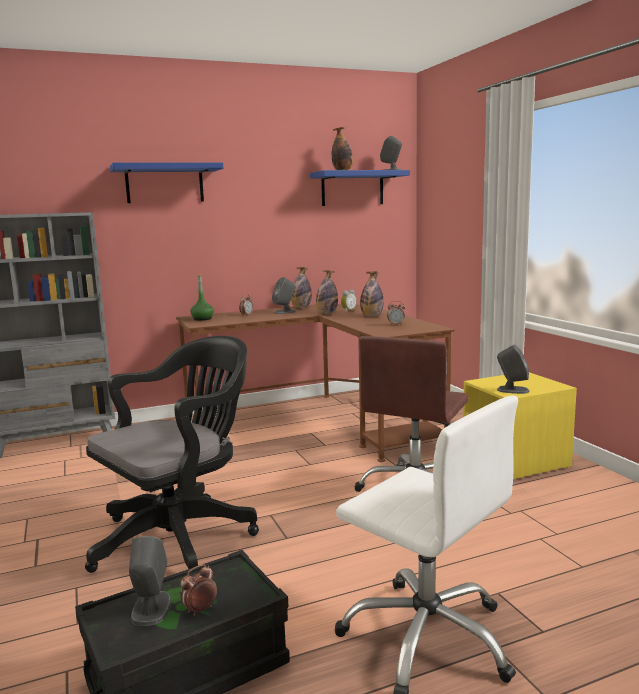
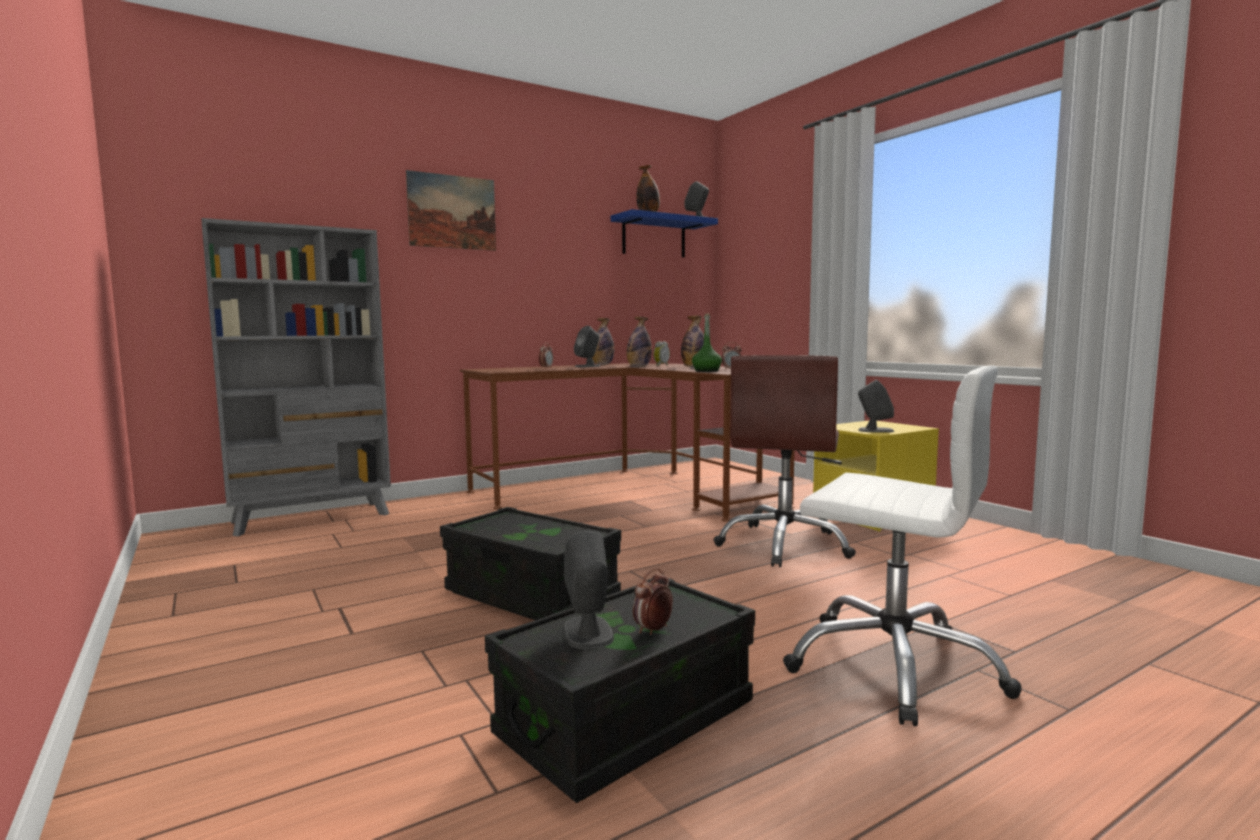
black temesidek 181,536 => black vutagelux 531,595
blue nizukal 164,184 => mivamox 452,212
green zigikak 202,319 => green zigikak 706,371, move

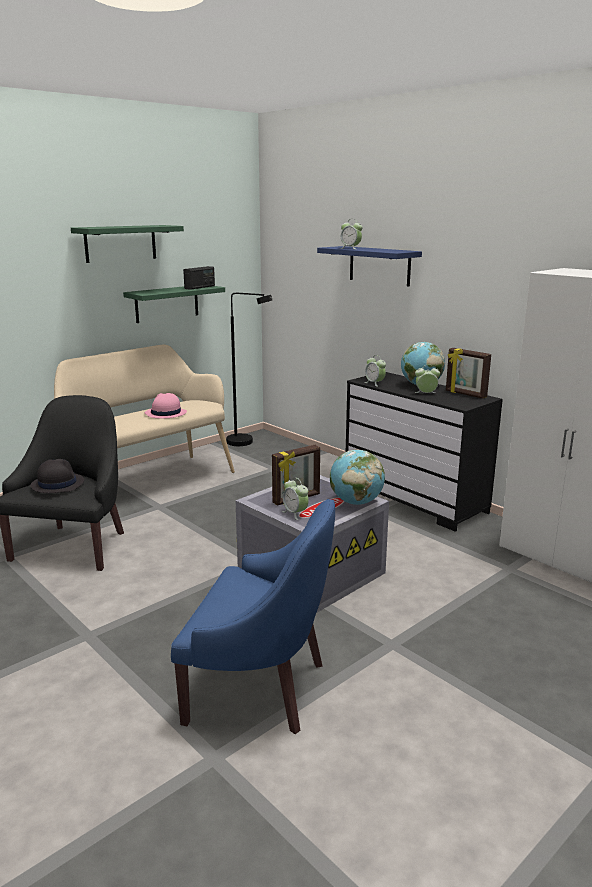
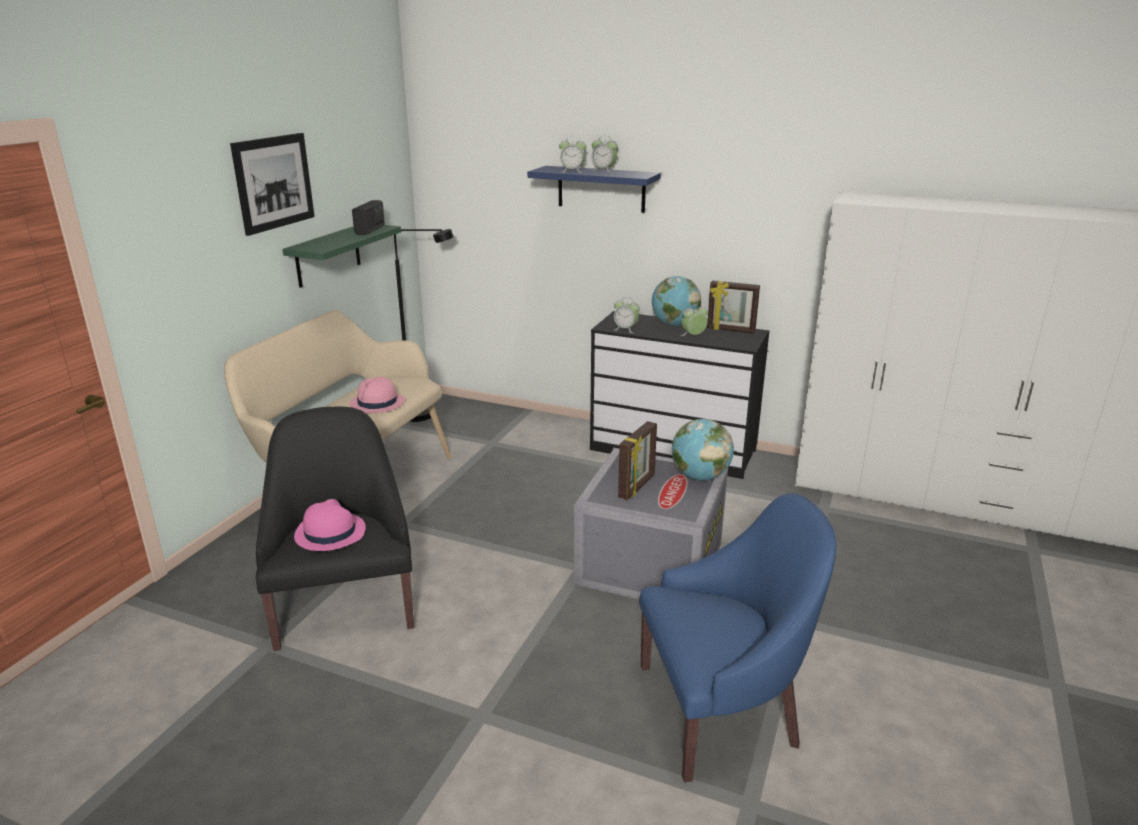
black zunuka 57,484 => pink zunuka 329,533
green nizukal 120,243 => mivamox 274,182
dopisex 295,513 => dopisex 604,170, move

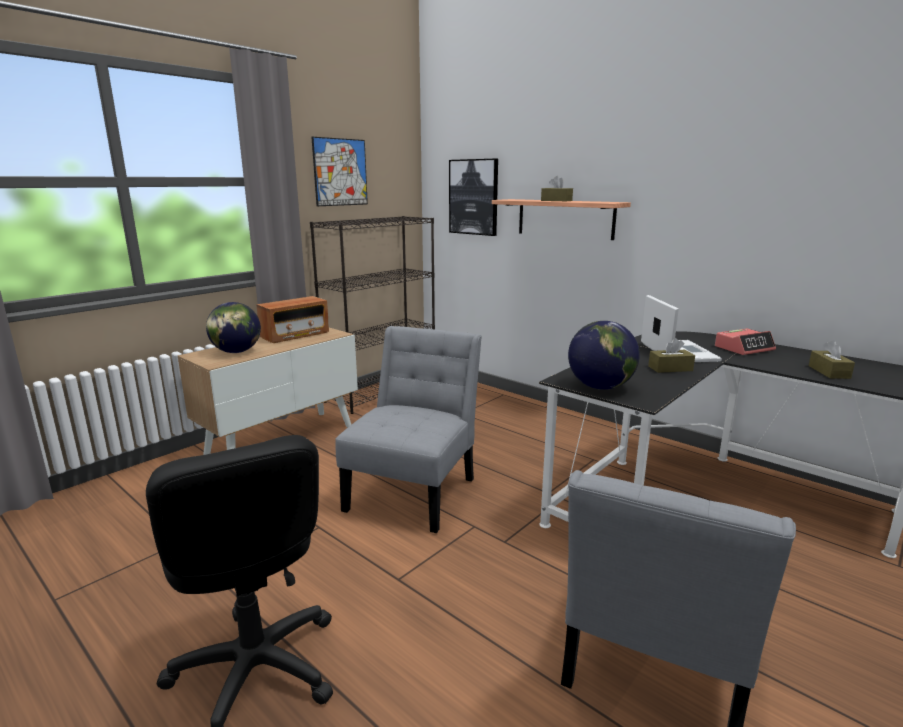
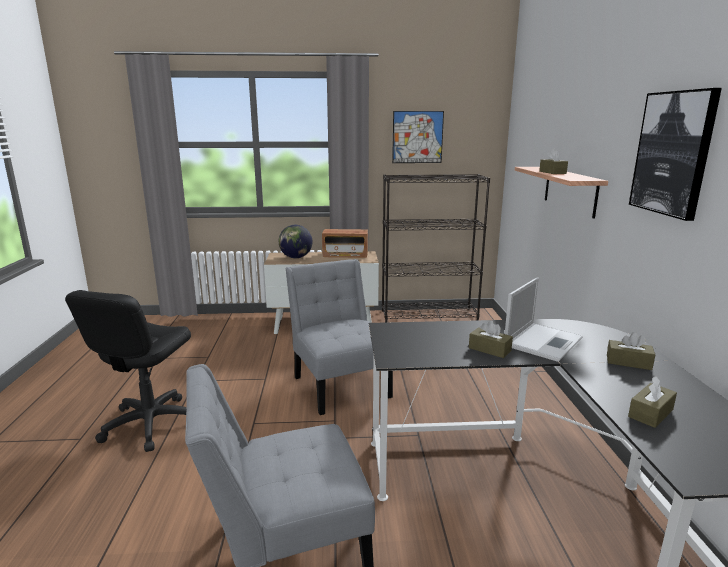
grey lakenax 414,490 => grey lakenax 340,384, 90 degrees counterclockwise
mivamox 474,197 => mivamox 673,153, move
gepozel 600,387 => nothing
dopisex 744,348 => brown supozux 628,362

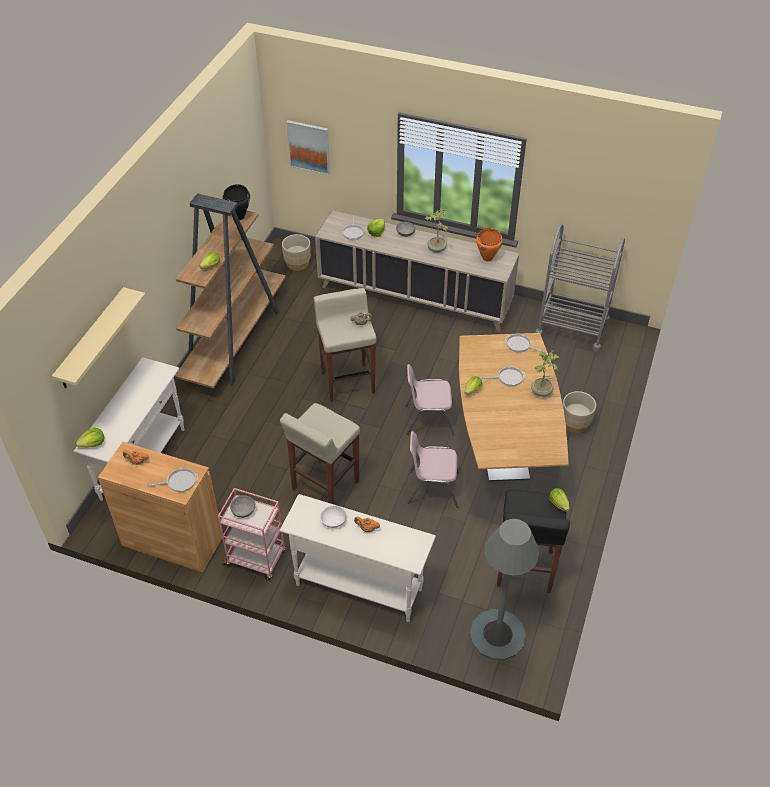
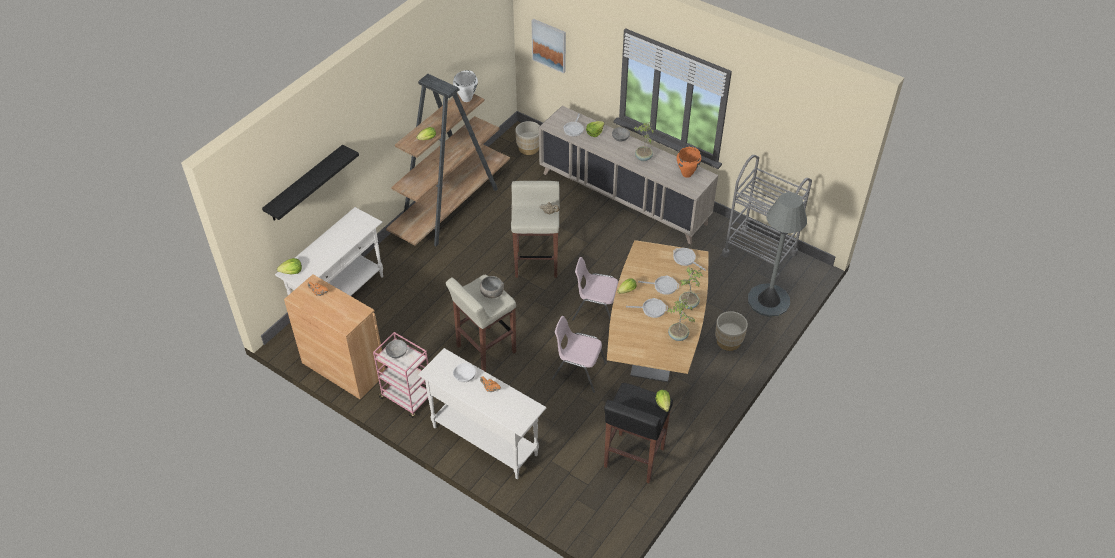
beige nizukal 91,339 => black nizukal 305,184
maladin 179,482 => maladin 651,309, move
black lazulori 239,216 => white lazulori 466,99
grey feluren 497,635 => grey feluren 768,300, move
nothing => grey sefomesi 492,293
nothing => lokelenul 678,336

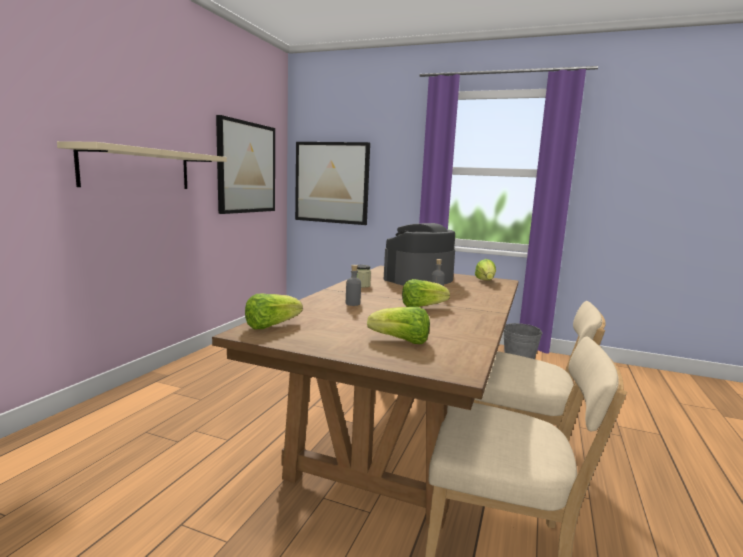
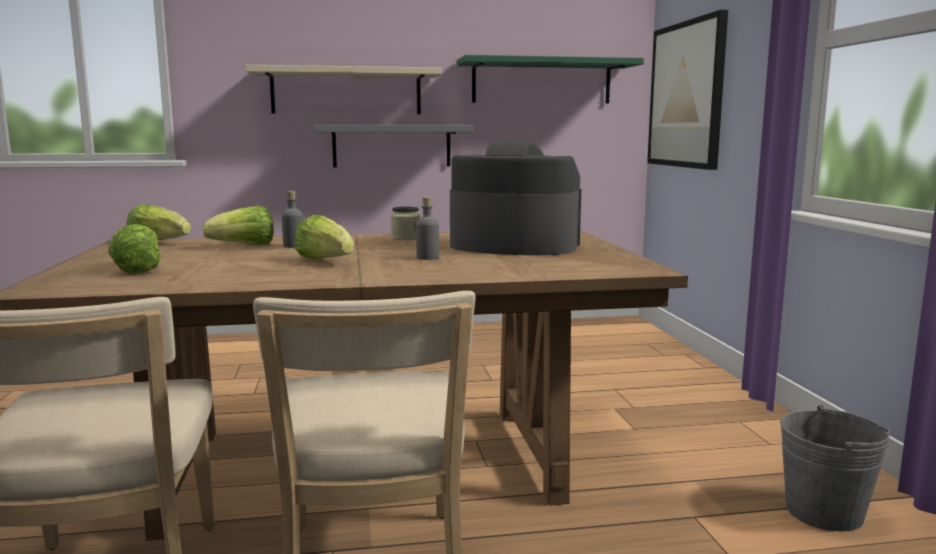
mivamox 246,167 => green nizukal 541,82
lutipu 485,281 => lutipu 244,246, move
nothing => grey nizukal 392,146

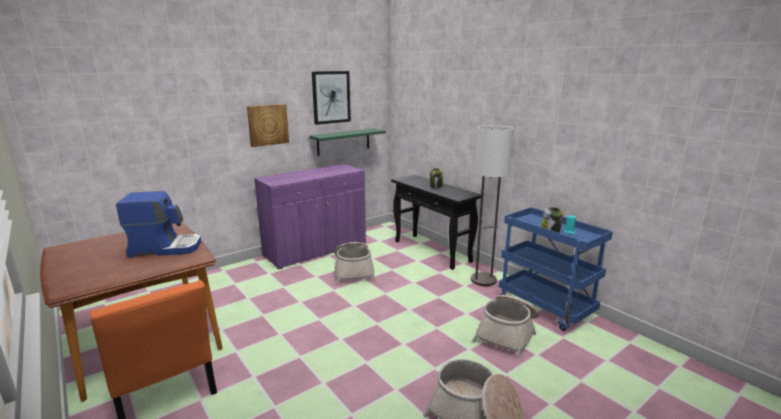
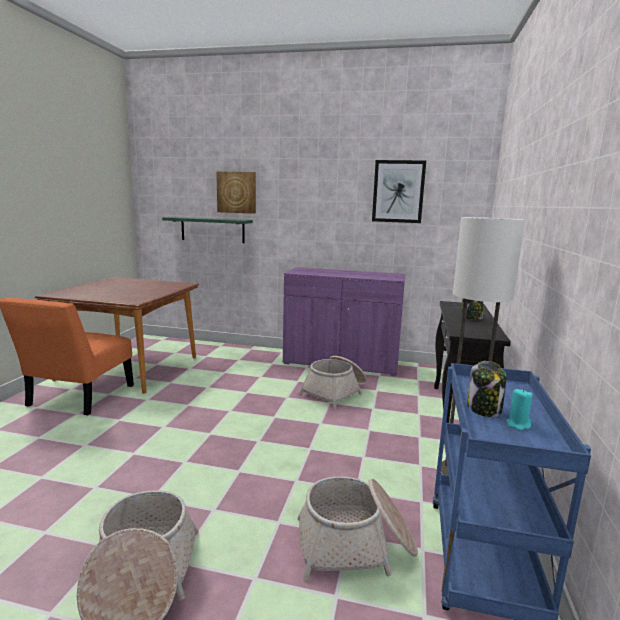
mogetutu 166,248 => nothing
mivamox 268,125 => mivamox 236,192, move
green nizukal 343,141 => green nizukal 212,229, move

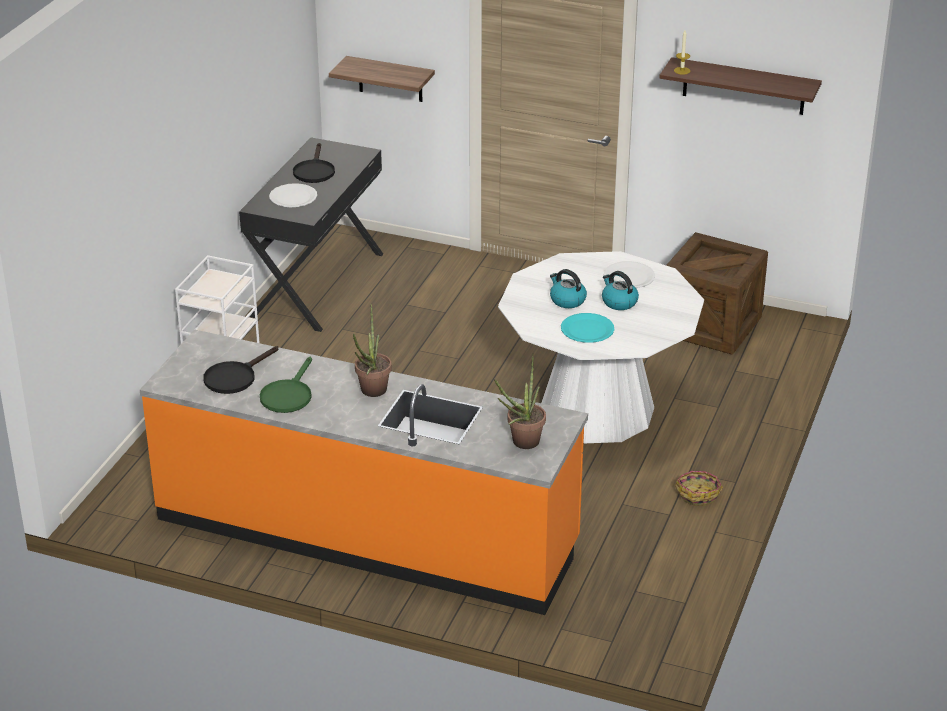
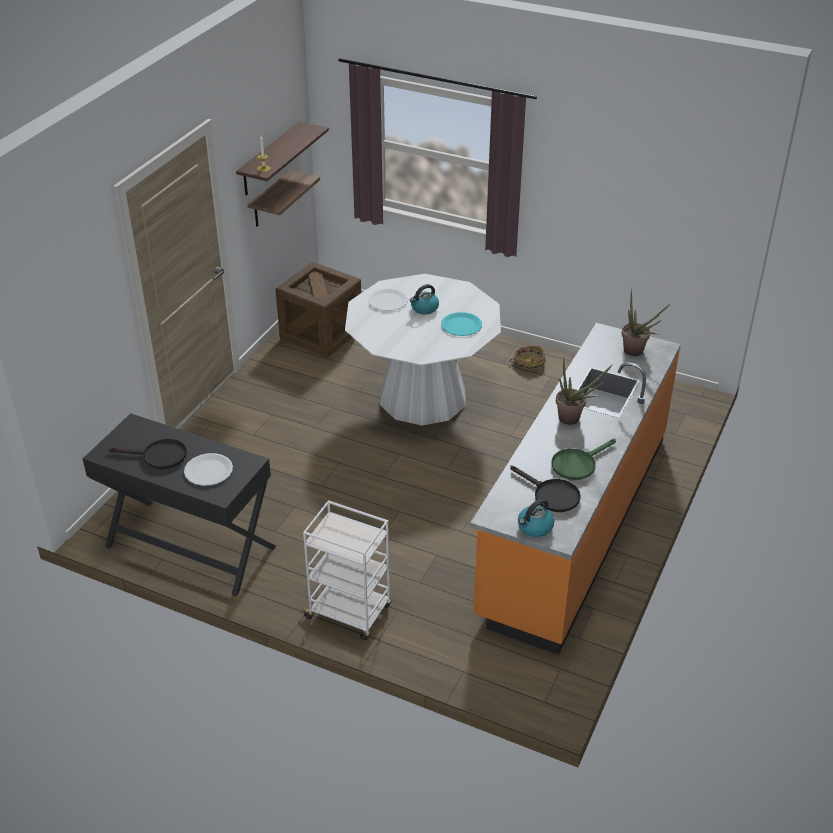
green maladin 288,395 => green maladin 577,464, 120 degrees clockwise
nizukal 390,79 => nizukal 269,200, move
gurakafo 567,300 => gurakafo 534,527, move

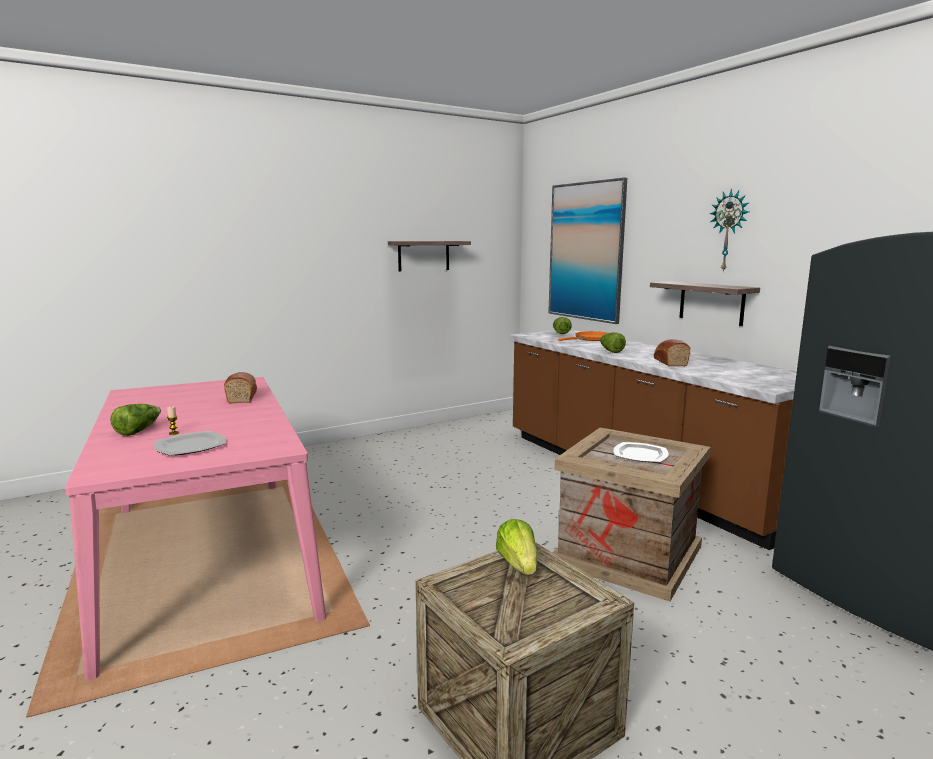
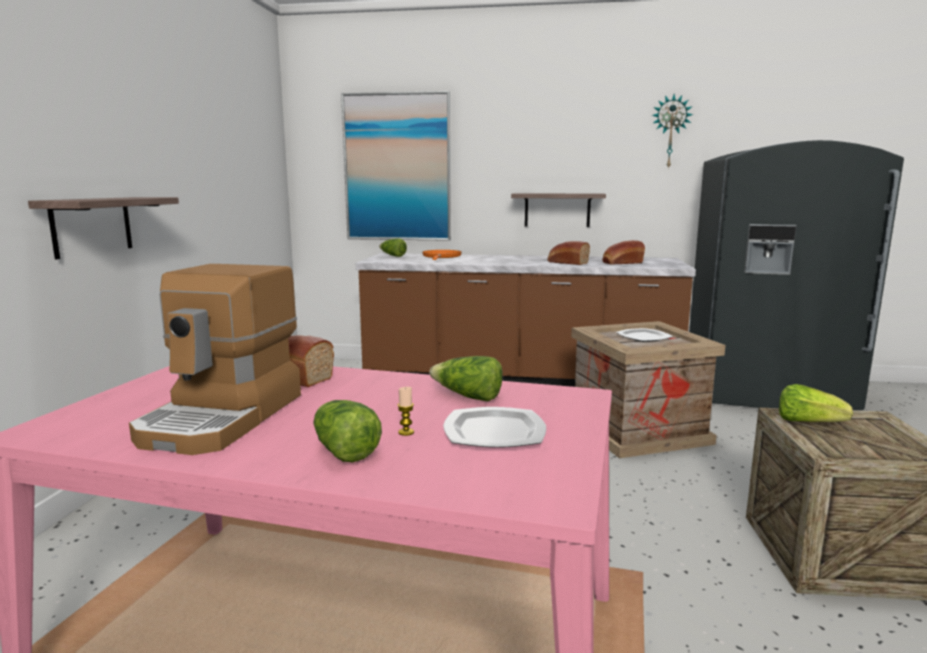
nizukal 423,255 => nizukal 92,226, move
lutipu 610,351 => lutipu 468,397, move
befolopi 729,231 => befolopi 670,132, move
nothing => mogetutu 224,417
nothing => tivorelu 621,263

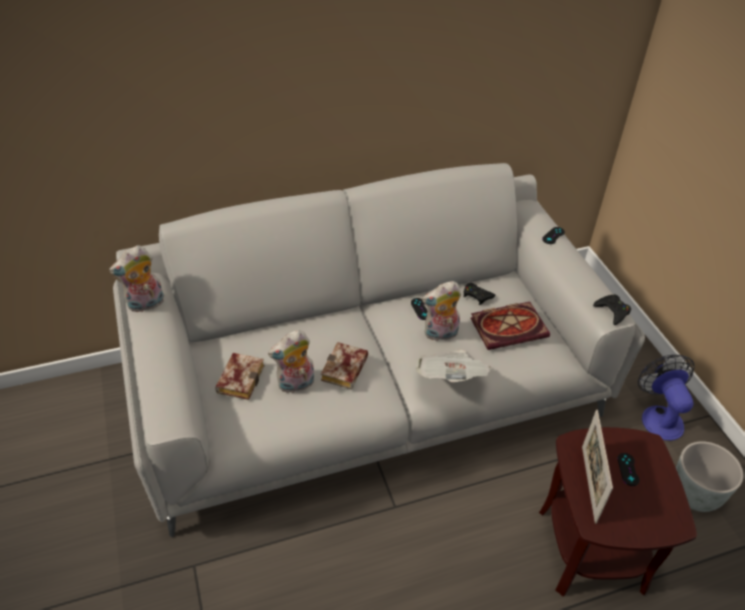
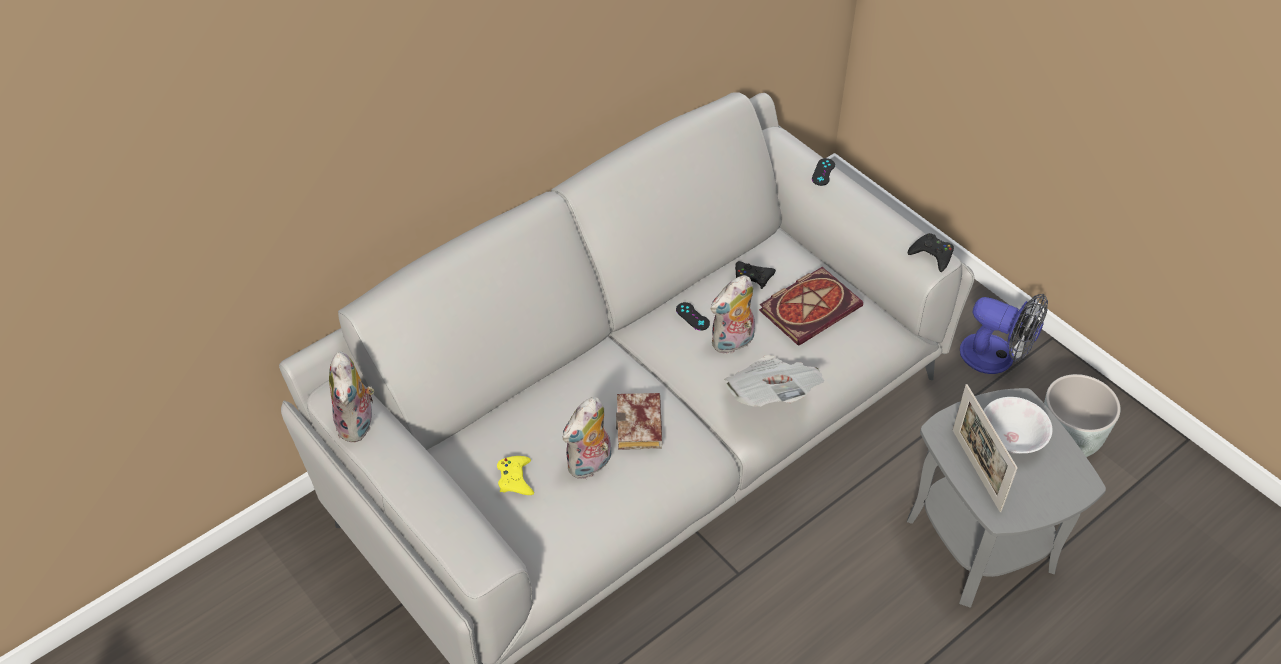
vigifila 146,305 => vigifila 358,424, 45 degrees counterclockwise
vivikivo 240,377 => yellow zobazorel 515,479
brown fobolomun 592,549 => grey fobolomun 981,543
black zobazorel 628,469 => white sefomesi 1010,439
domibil 659,416 => domibil 996,357, 150 degrees clockwise

